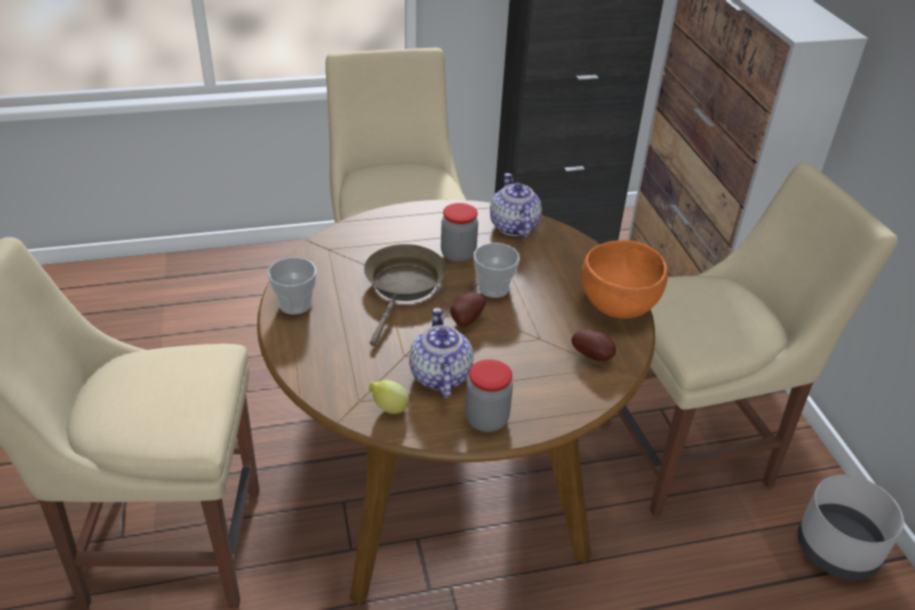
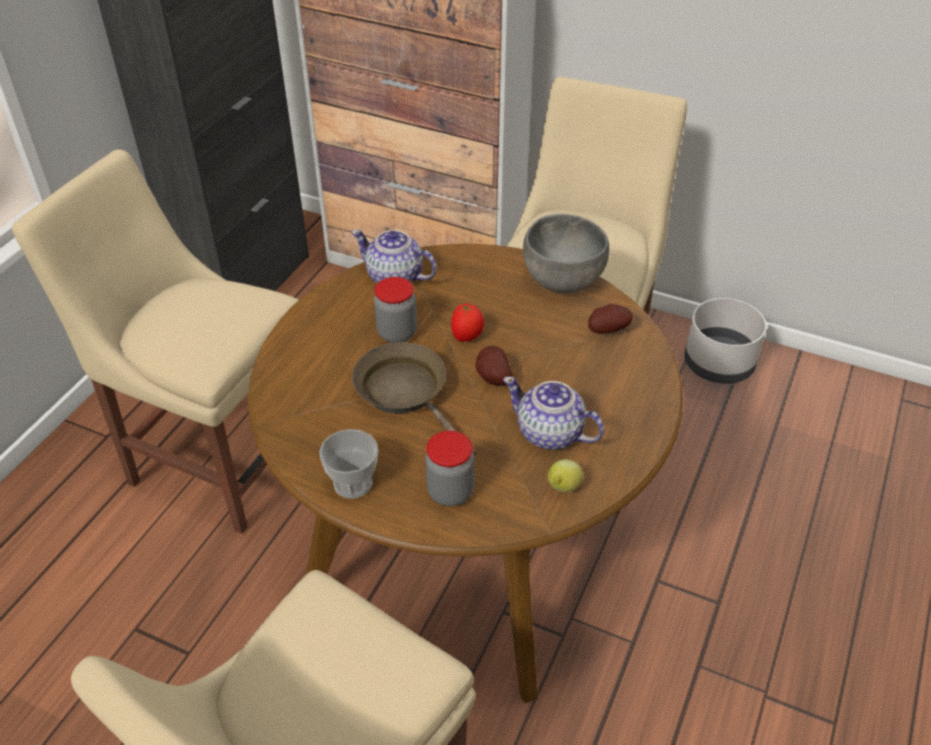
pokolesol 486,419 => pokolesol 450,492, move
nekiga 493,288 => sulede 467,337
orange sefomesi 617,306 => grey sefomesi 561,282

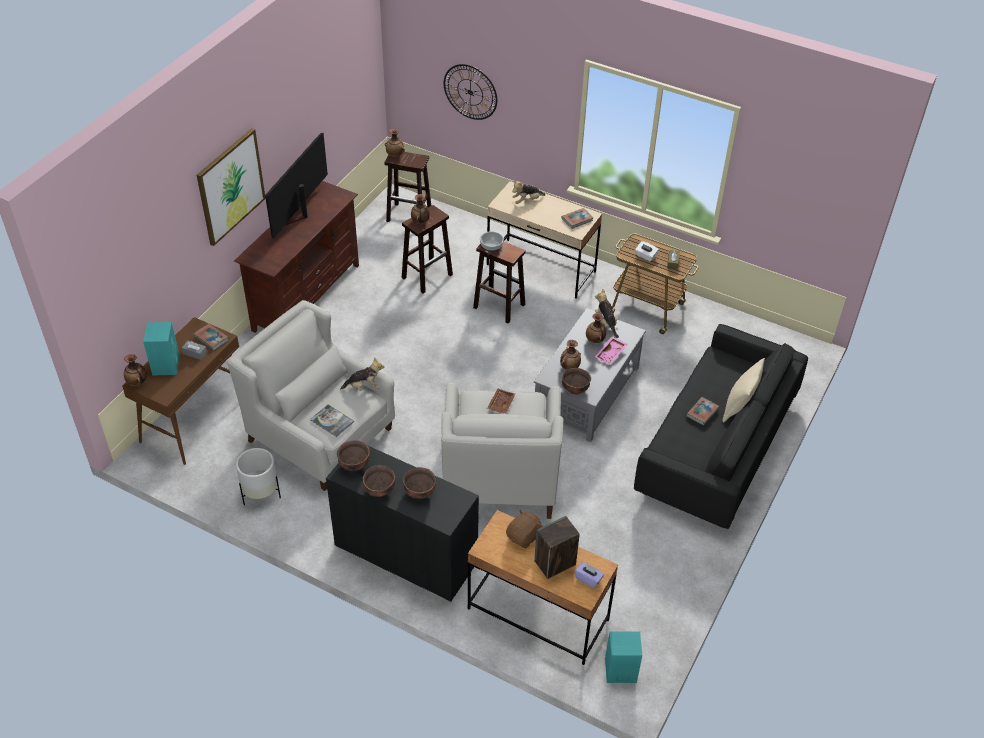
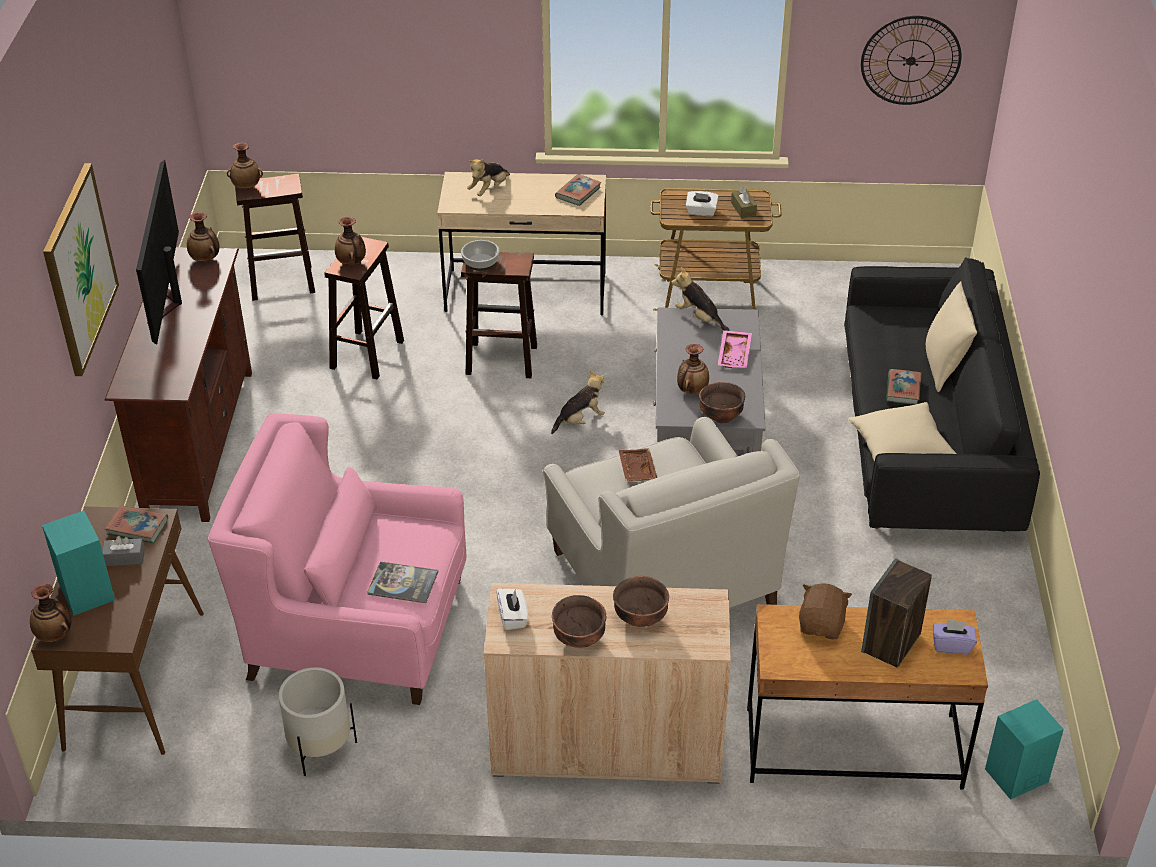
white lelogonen 320,435 => pink lelogonen 357,628
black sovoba 406,554 => beige sovoba 607,745
brown sefomesi 354,464 => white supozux 513,617
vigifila 364,387 => vigifila 580,420, move
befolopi 470,92 => befolopi 910,60, move
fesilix 595,340 => fesilix 205,259, move
nothing => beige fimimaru 901,449

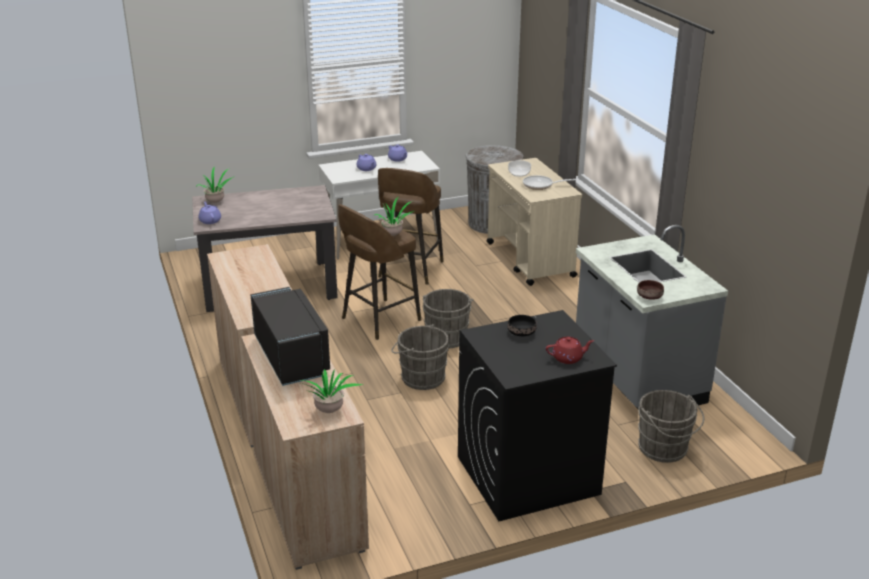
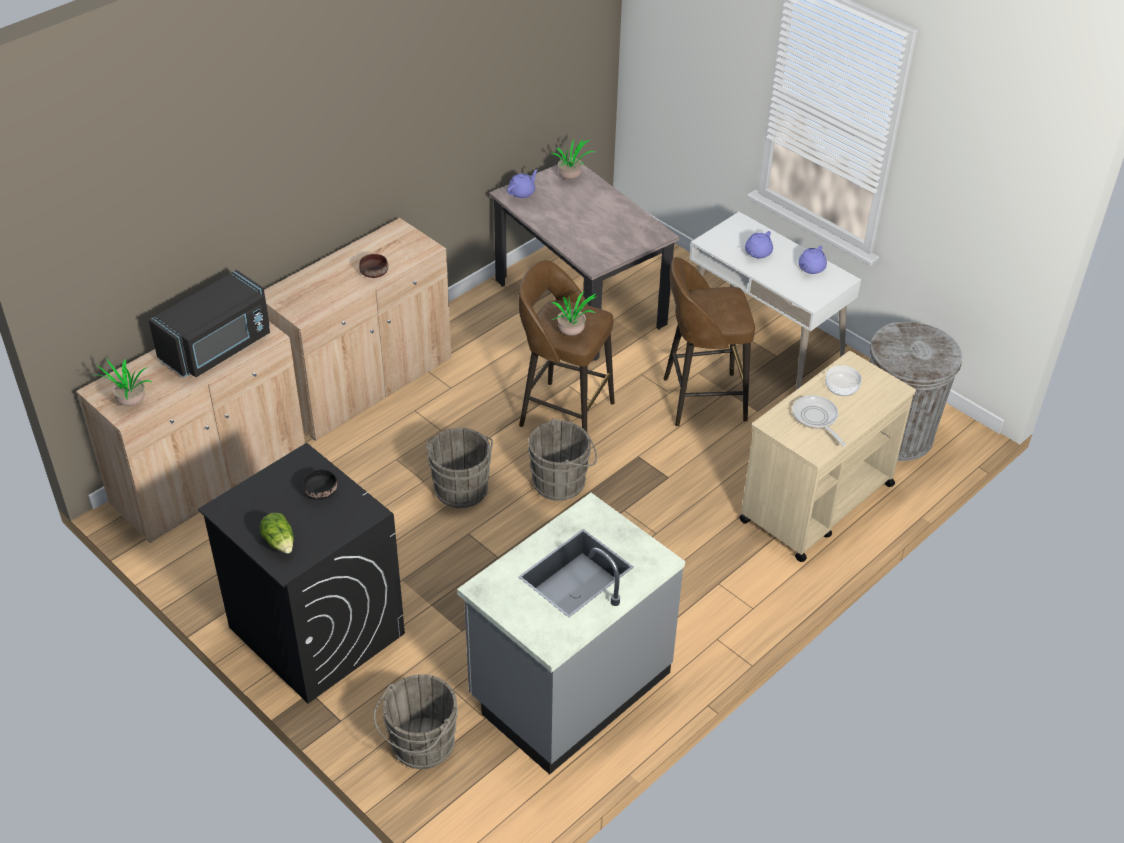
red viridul 568,358 => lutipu 280,542
brown sefomesi 650,296 => brown sefomesi 374,273, move

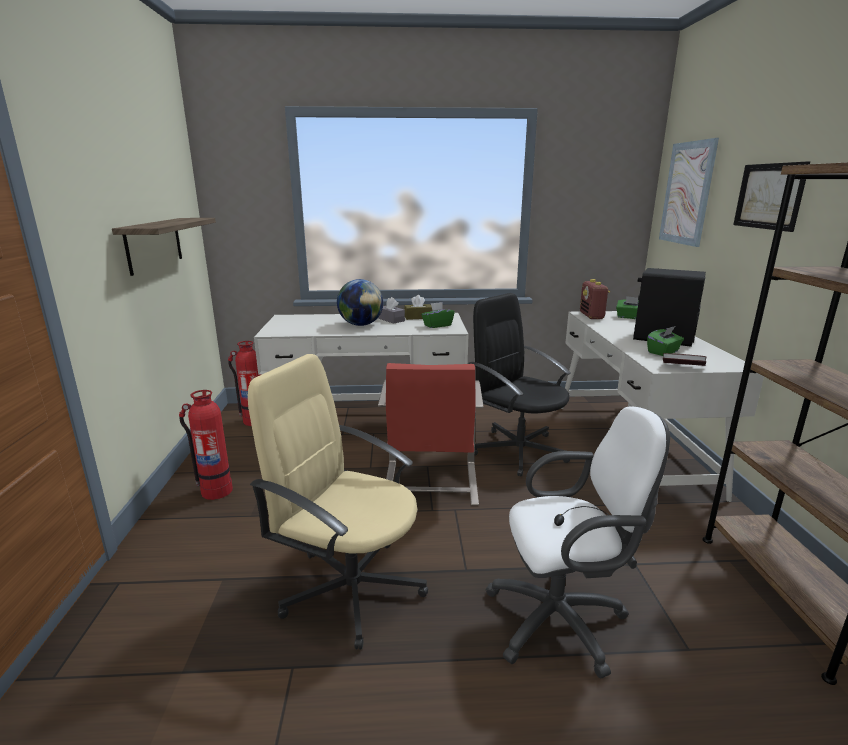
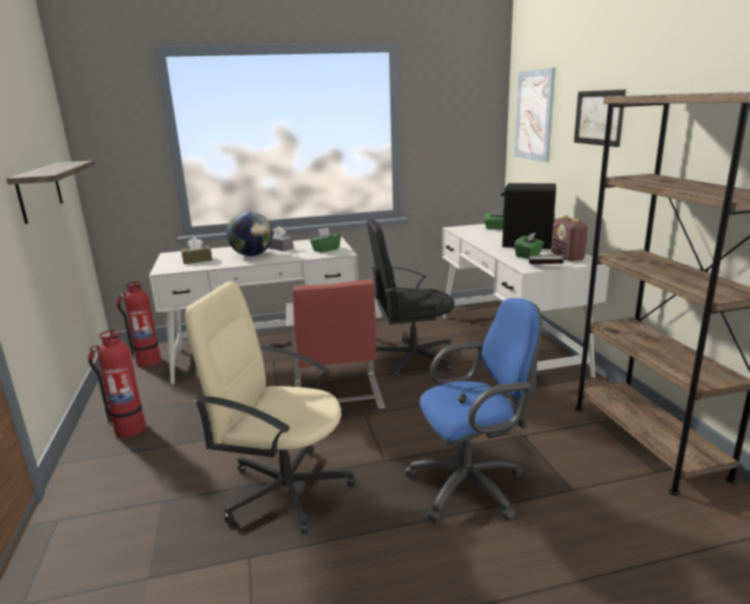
brown supozux 418,317 => brown supozux 197,260, move
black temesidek 518,450 => black temesidek 411,358, 45 degrees counterclockwise
white temesidek 563,620 => blue temesidek 473,485
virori 592,316 => virori 567,257, move

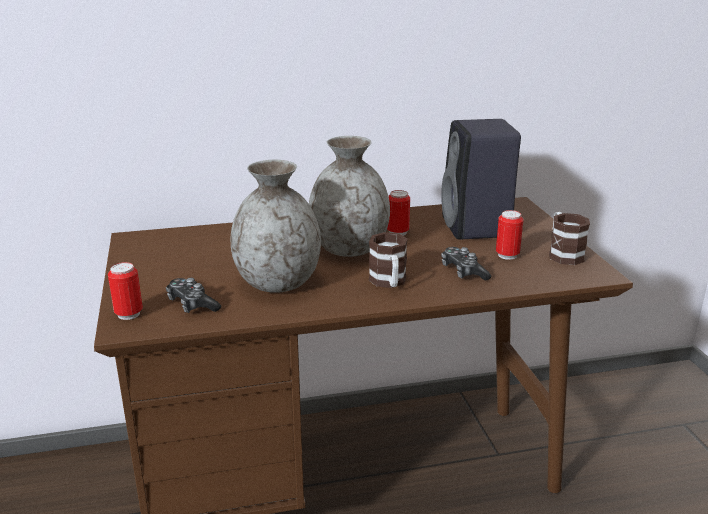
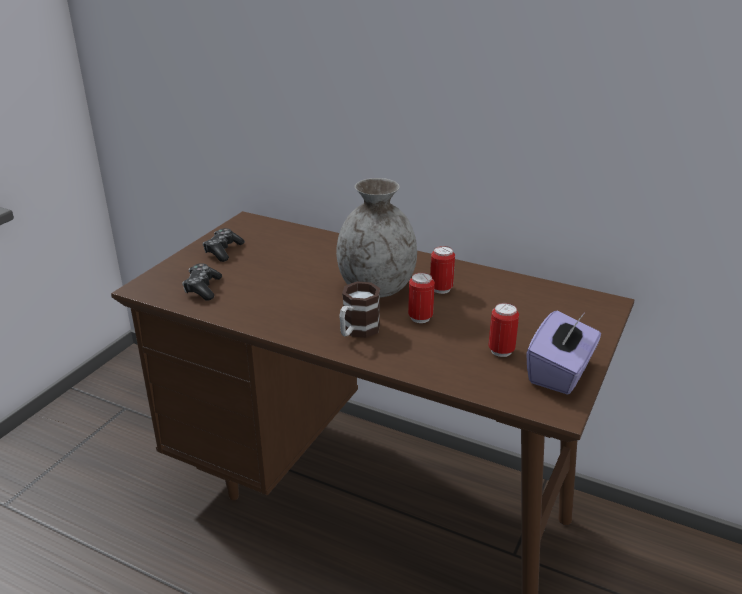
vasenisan 129,314 => vasenisan 420,318, move
grey fesilix 277,283 => nothing
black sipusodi 477,228 => nothing
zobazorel 463,272 => zobazorel 223,251, move
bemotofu 563,253 => purple supozux 560,373

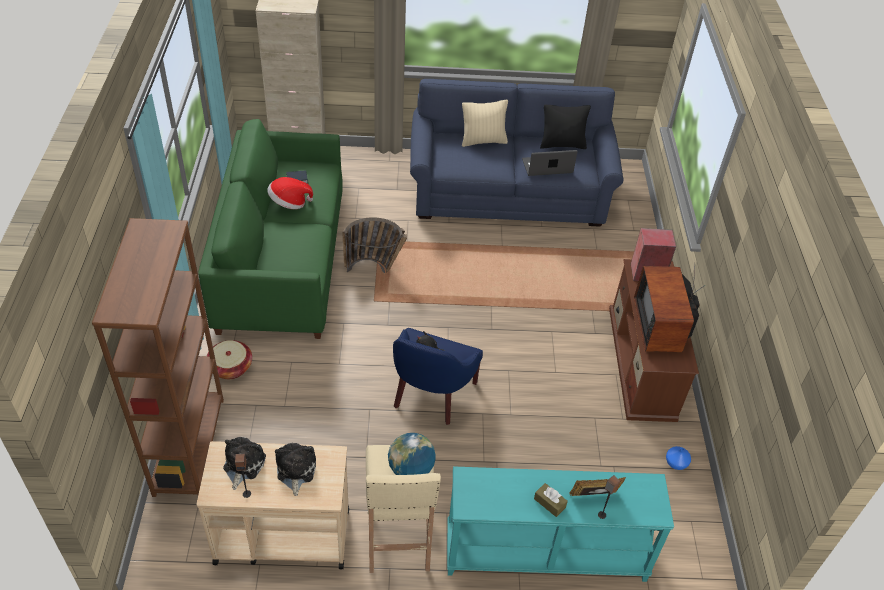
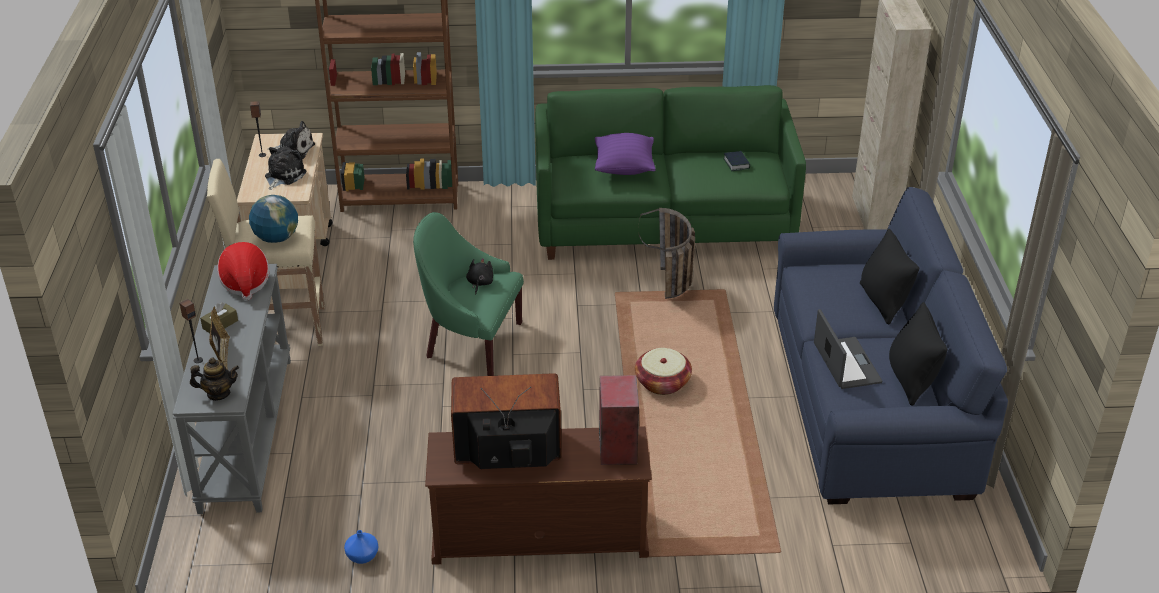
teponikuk 230,367 => teponikuk 662,383, move
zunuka 289,203 => zunuka 245,283, move
vigifila 295,470 => vigifila 283,176, 60 degrees counterclockwise
blue lelogonen 431,394 => green lelogonen 471,342
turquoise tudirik 545,555 => grey tudirik 245,432
beige fimimaru 483,141 => black fimimaru 883,302
nothing => viridul 218,393
nothing => purple fimimaru 624,168

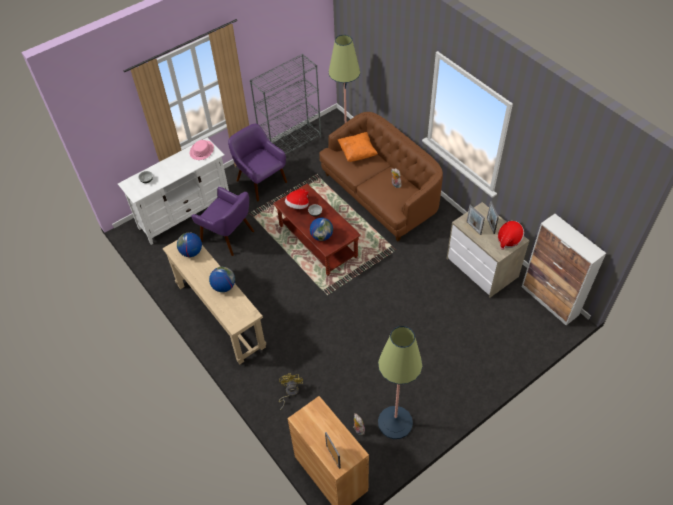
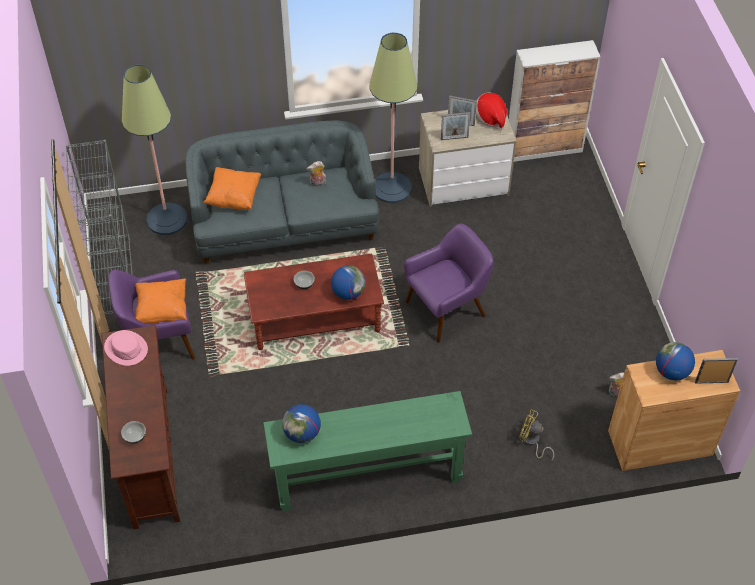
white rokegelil 185,213 => brown rokegelil 150,456
beige tudirik 220,315 => green tudirik 367,476
purple lelogonen 228,236 => purple lelogonen 447,309, move
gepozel 224,286 => gepozel 671,372, move
zunuka 298,205 => nothing
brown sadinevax 380,194 => grey sadinevax 284,222
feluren 395,422 => feluren 391,188, move
nothing => orange fimimaru 162,310

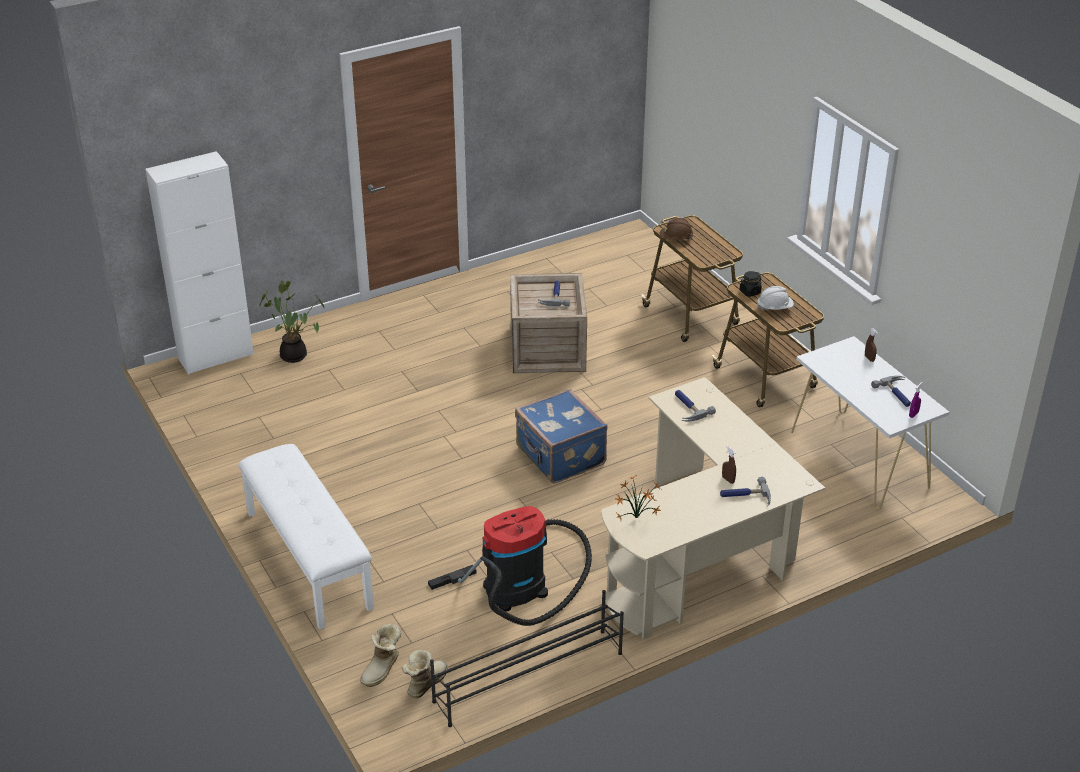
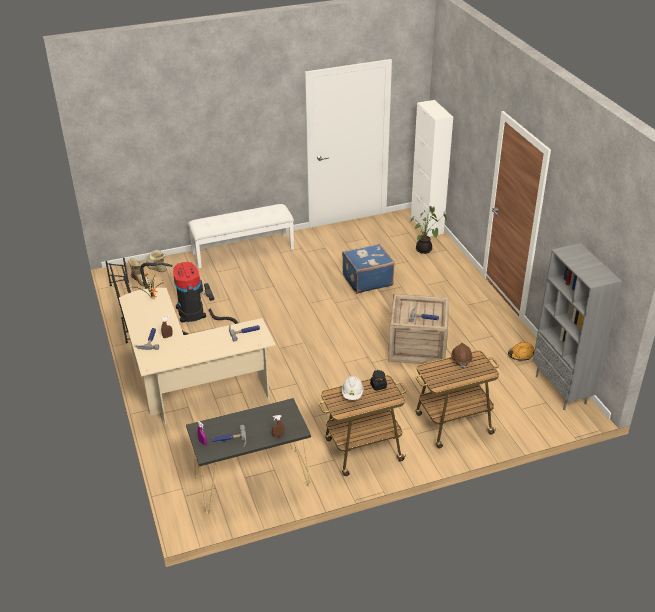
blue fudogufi 559,456 => blue fudogufi 367,280, move
white tudirik 859,459 => black tudirik 252,481
nothing => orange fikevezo 521,355
nothing => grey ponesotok 561,390

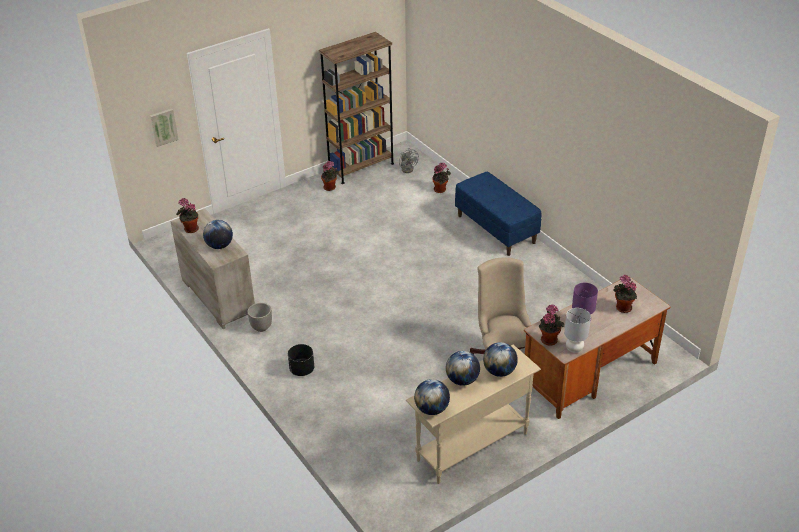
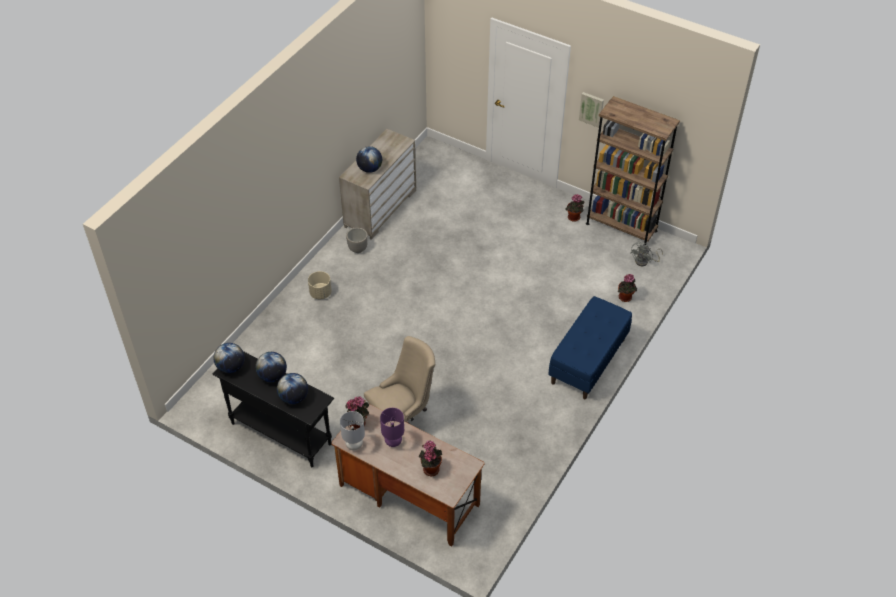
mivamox 163,127 => mivamox 591,109, move
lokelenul 190,229 => nothing
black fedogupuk 302,369 => beige fedogupuk 320,293
beige tudirik 471,447 => black tudirik 281,433

